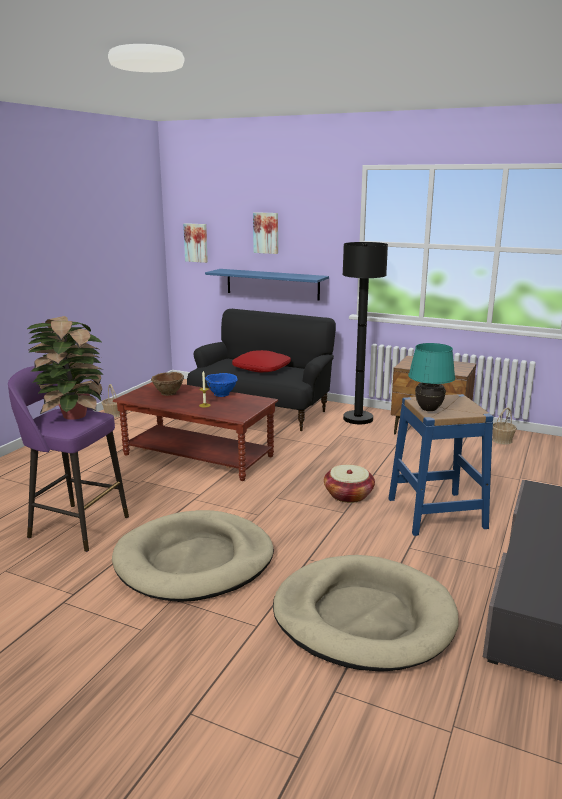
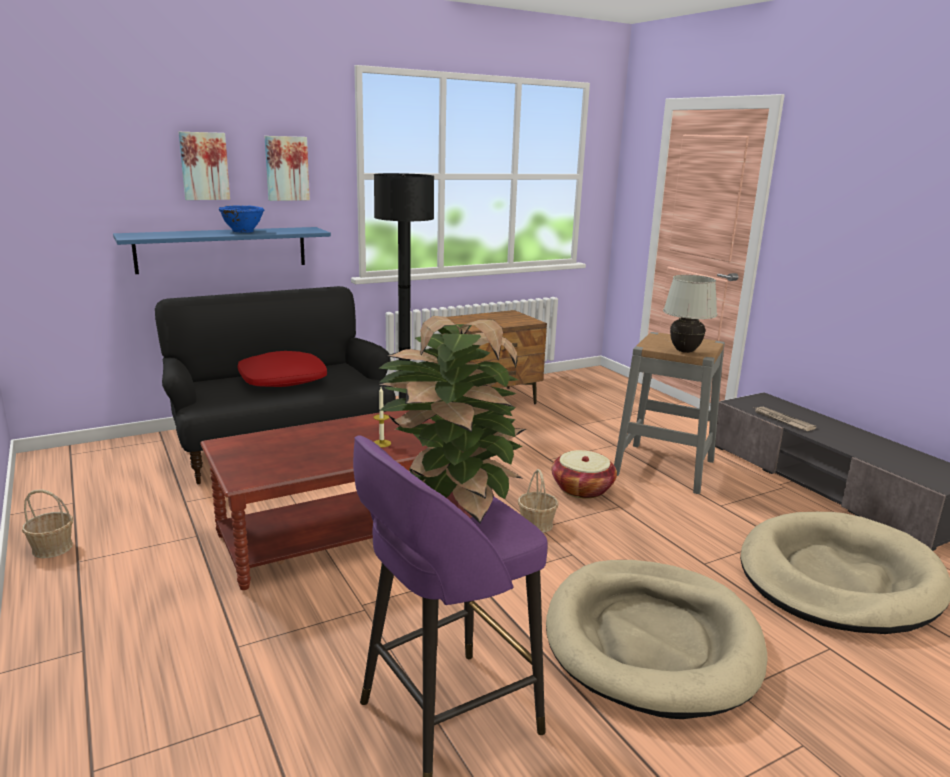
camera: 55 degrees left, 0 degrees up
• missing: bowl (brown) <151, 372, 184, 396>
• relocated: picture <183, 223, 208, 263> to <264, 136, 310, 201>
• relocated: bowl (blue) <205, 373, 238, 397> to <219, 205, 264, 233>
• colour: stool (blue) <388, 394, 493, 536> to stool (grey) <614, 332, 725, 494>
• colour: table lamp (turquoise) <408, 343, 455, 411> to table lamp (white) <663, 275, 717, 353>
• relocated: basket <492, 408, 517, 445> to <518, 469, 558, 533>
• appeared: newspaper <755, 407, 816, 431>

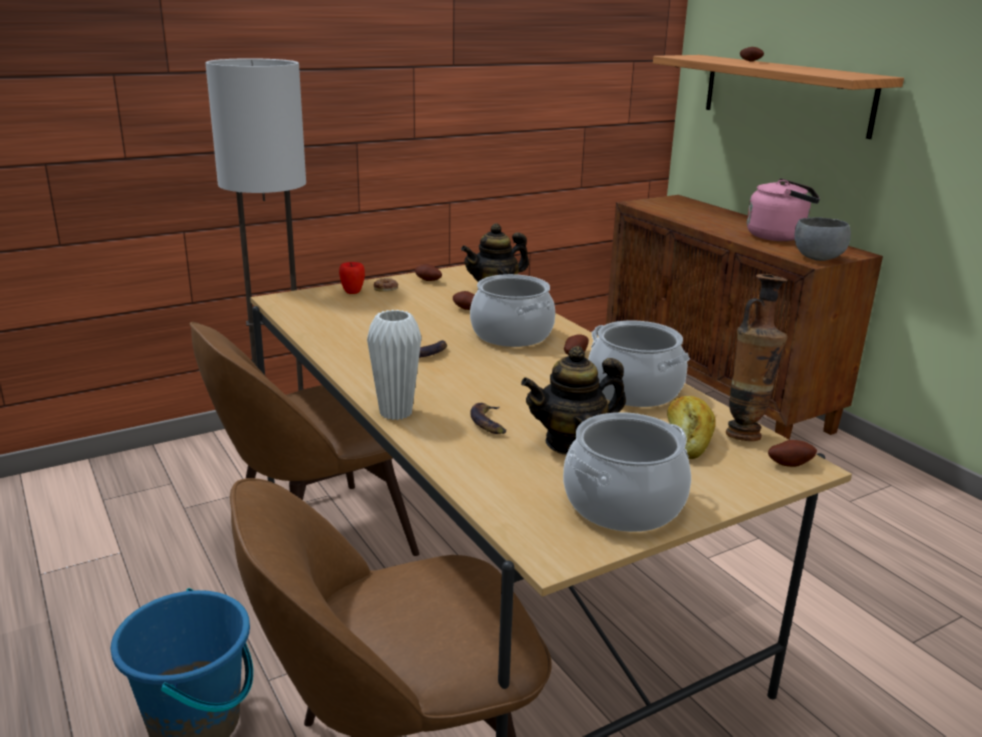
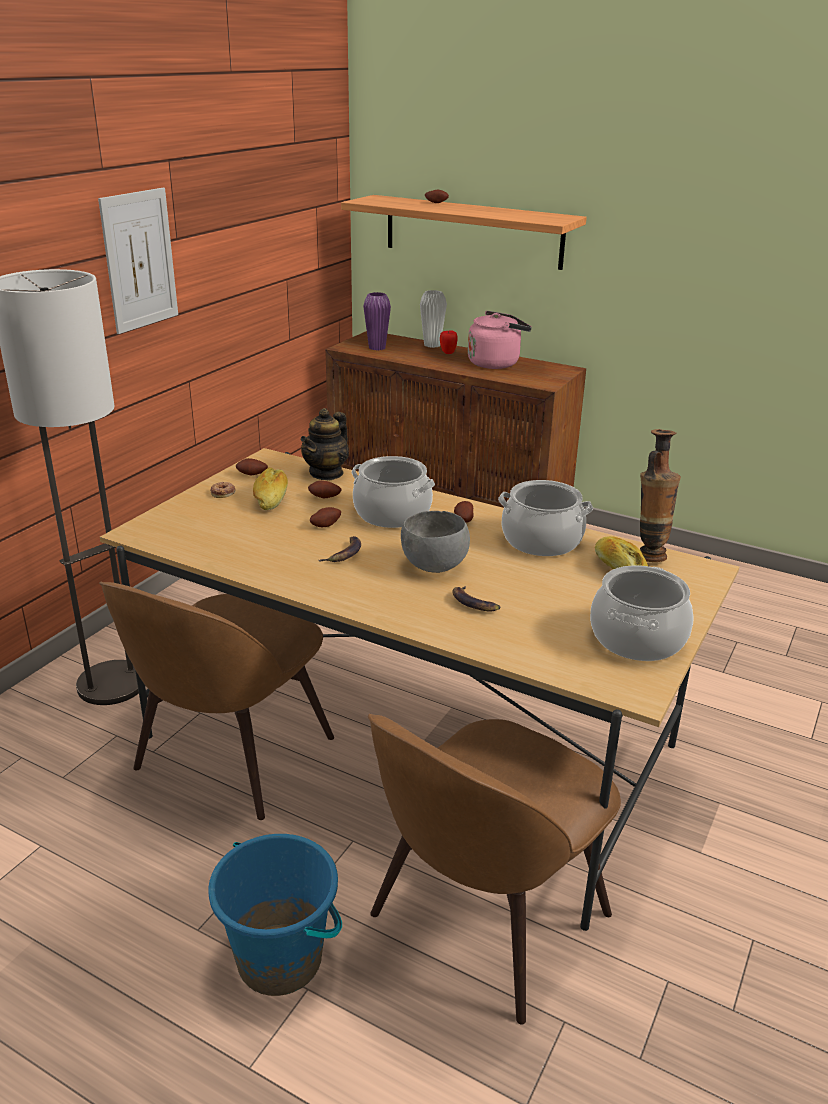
camera: 30 degrees left, 5 degrees up
• relocated: apple <339, 262, 365, 294> to <440, 331, 458, 354>
• relocated: vase (white) <367, 310, 422, 420> to <420, 290, 447, 348>
• missing: teapot <521, 346, 626, 455>
• relocated: potato <768, 440, 817, 467> to <310, 507, 341, 527>
• relocated: bowl (grey) <795, 217, 851, 261> to <401, 511, 470, 573>
• appeared: picture <98, 188, 178, 334>
• appeared: bread <253, 467, 288, 510>
• appeared: vase (purple) <363, 292, 391, 351>

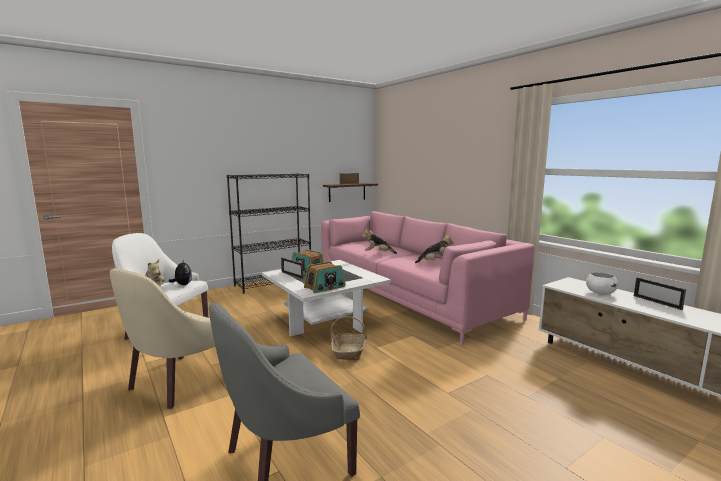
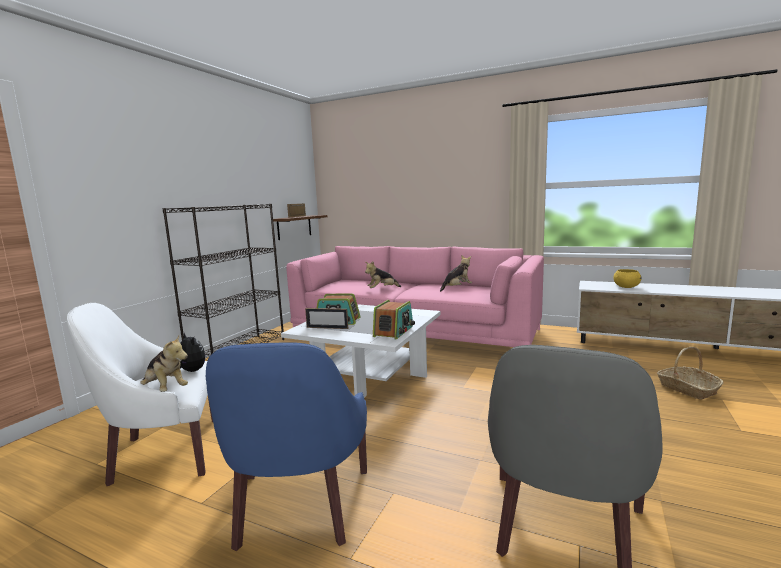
camera: 30 degrees left, 0 degrees up
• colour: armchair (beige) <110, 268, 215, 409> to armchair (blue) <206, 342, 367, 551>
• relocated: basket <331, 316, 367, 360> to <657, 347, 724, 399>
• colour: bowl (white) <586, 272, 618, 295> to bowl (yellow) <613, 269, 642, 288>
• missing: picture frame <634, 277, 686, 310>

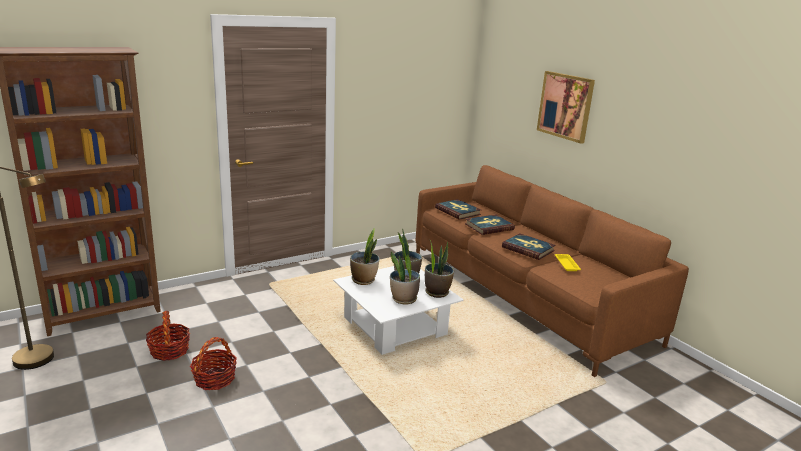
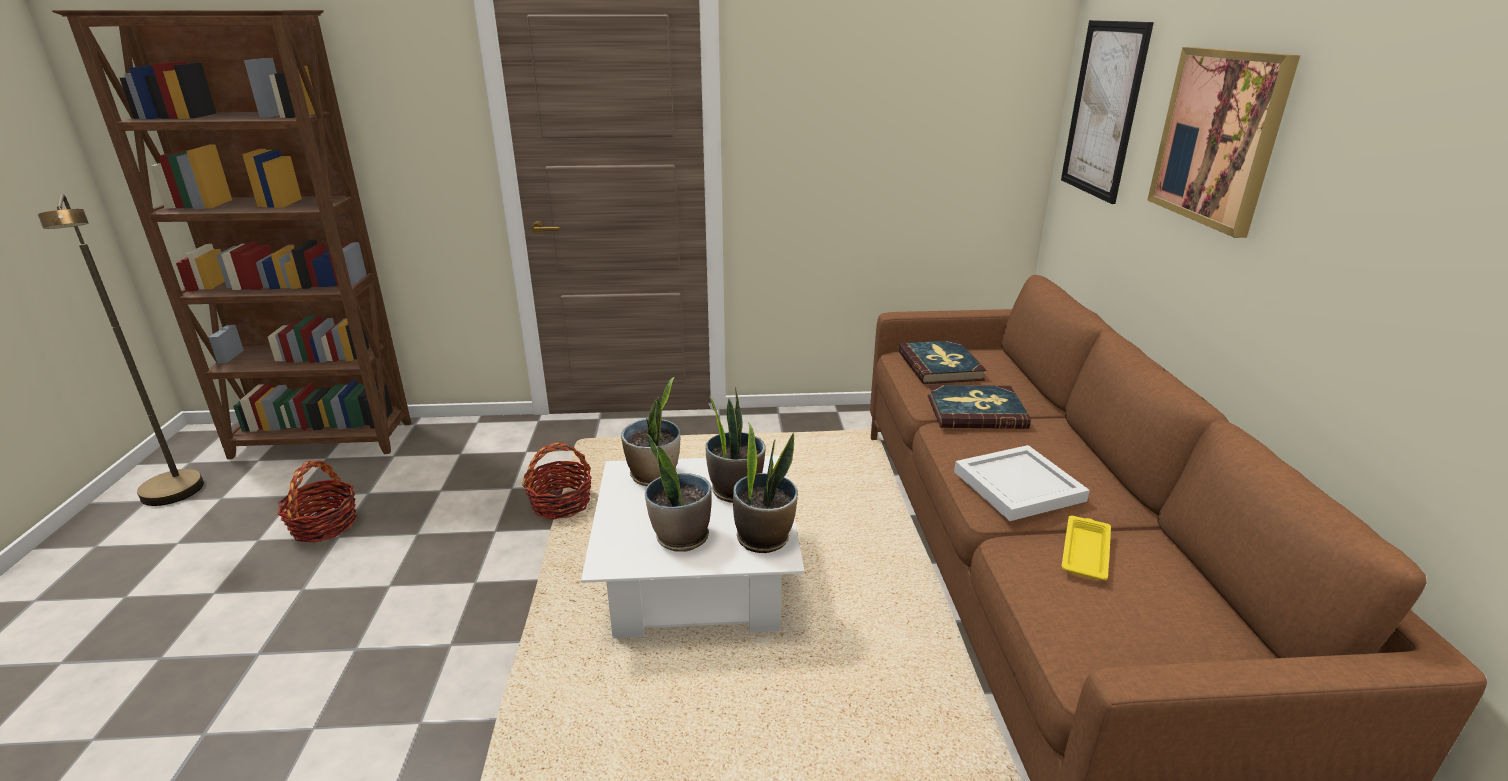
camera: 30 degrees right, 5 degrees up
• relocated: basket <190, 337, 237, 390> to <522, 442, 592, 520>
• exchanged: book <502, 233, 556, 260> to tray (white) <954, 445, 1090, 521>
• appeared: picture <1061, 20, 1154, 204>

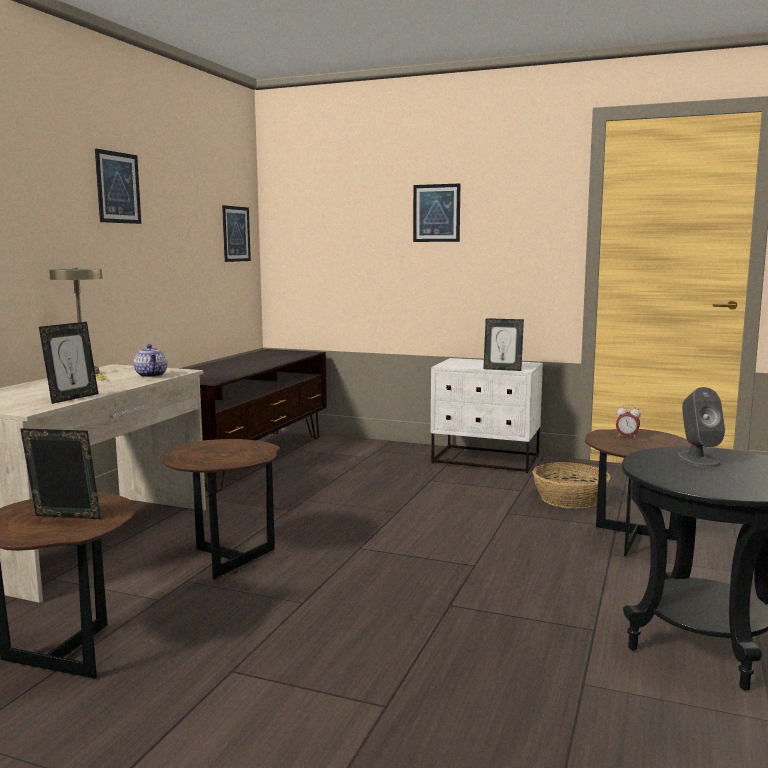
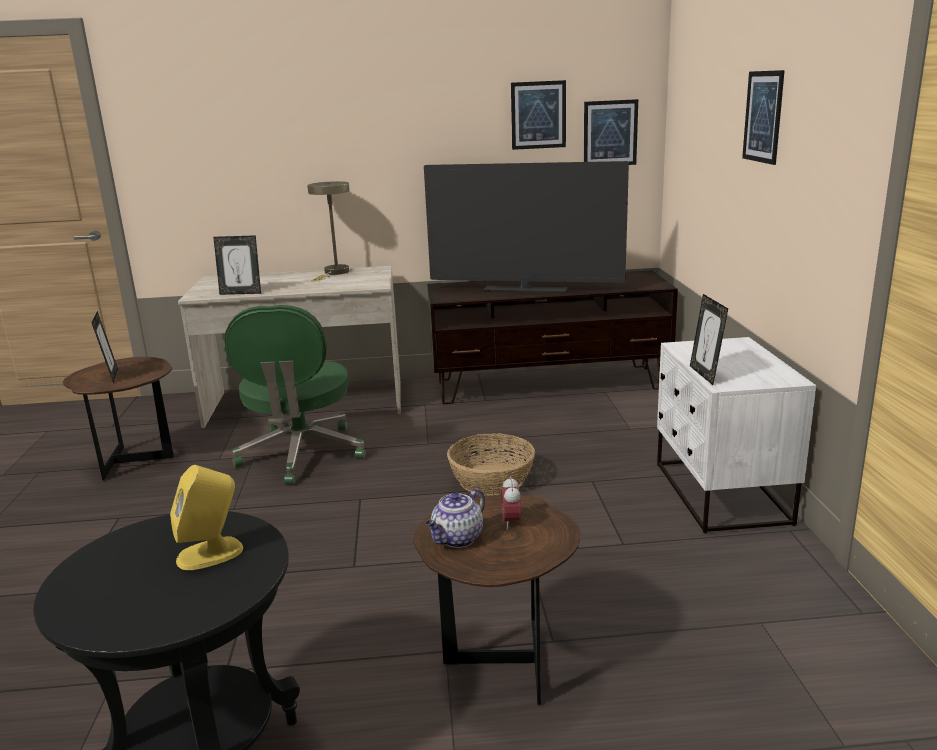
camera: 65 degrees right, 10 degrees up
• relocated: picture <95, 149, 141, 224> to <511, 80, 566, 150>
• relocated: teapot <134, 344, 167, 377> to <426, 489, 485, 548>
• exchanged: side table (brown) <161, 439, 280, 580> to office chair (green) <224, 305, 366, 485>
• relocated: basket <533, 462, 610, 509> to <447, 433, 535, 496>
• colour: speaker (grey) <677, 387, 725, 468> to speaker (yellow) <170, 465, 243, 570>
• appeared: television <424, 161, 629, 292>

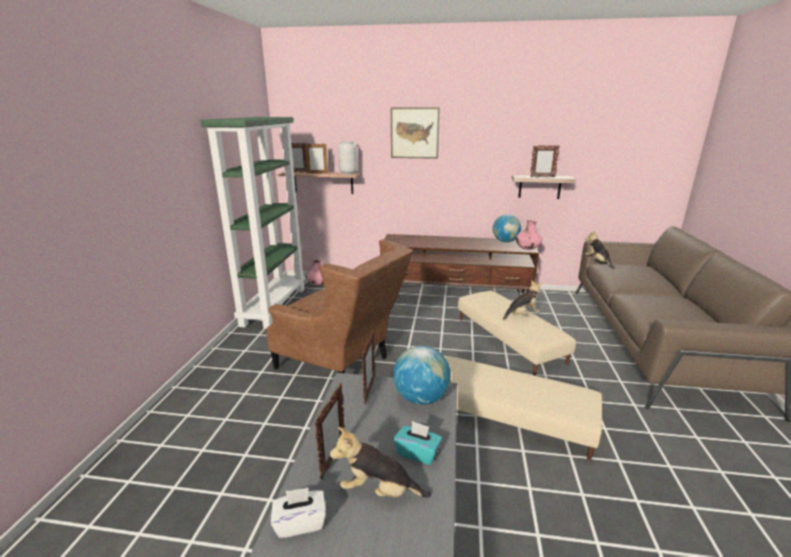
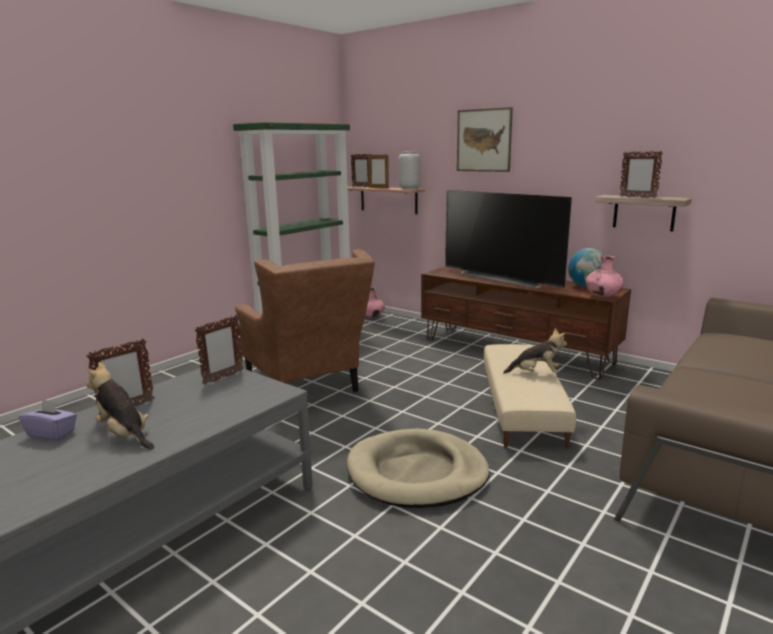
camera: 30 degrees right, 5 degrees down
• colour: tissue box (white) <271, 487, 326, 538> to tissue box (purple) <19, 399, 77, 441>
• missing: globe <393, 346, 451, 405>
• missing: tissue box (turquoise) <394, 421, 442, 465>
• exchanged: ottoman (beige) <444, 356, 602, 460> to dog bed (beige) <347, 429, 489, 508>
• missing: plush toy <585, 231, 615, 269>
• appeared: television <445, 190, 572, 288>

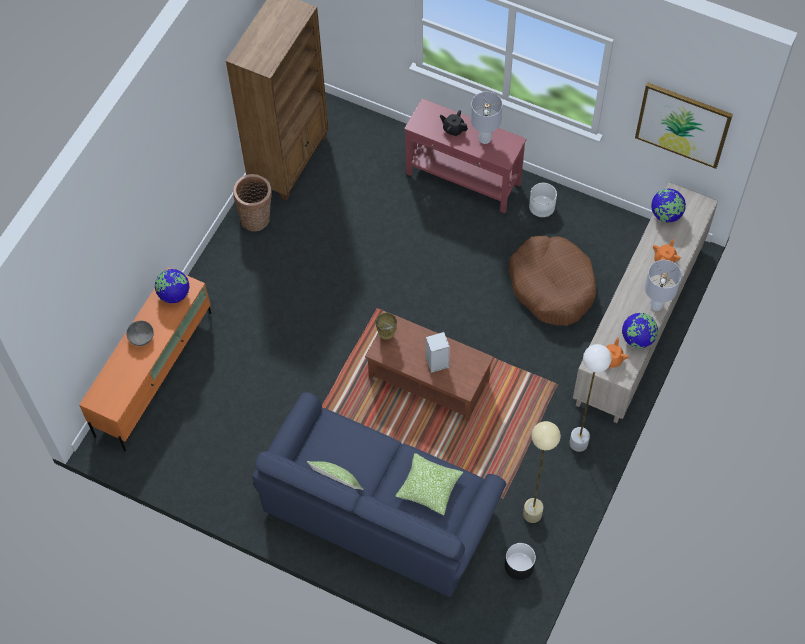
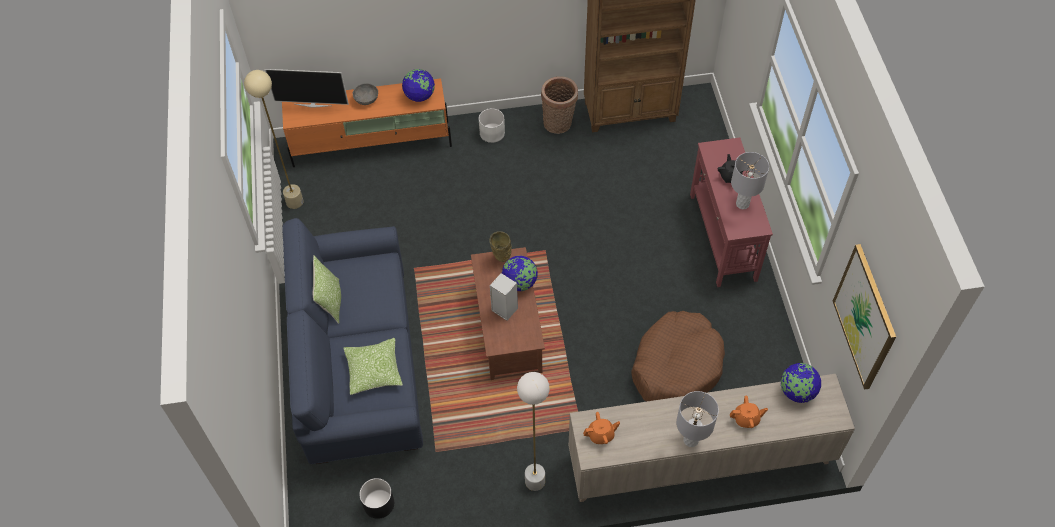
camera: 55 degrees right, 5 degrees down
• relocated: floor lamp (beige) <523, 421, 561, 523> to <244, 70, 304, 209>
• relocated: planter (white) <529, 183, 557, 217> to <479, 108, 505, 143>
• relocated: globe <622, 313, 658, 348> to <502, 256, 538, 291>
• appeared: television <265, 69, 349, 108>

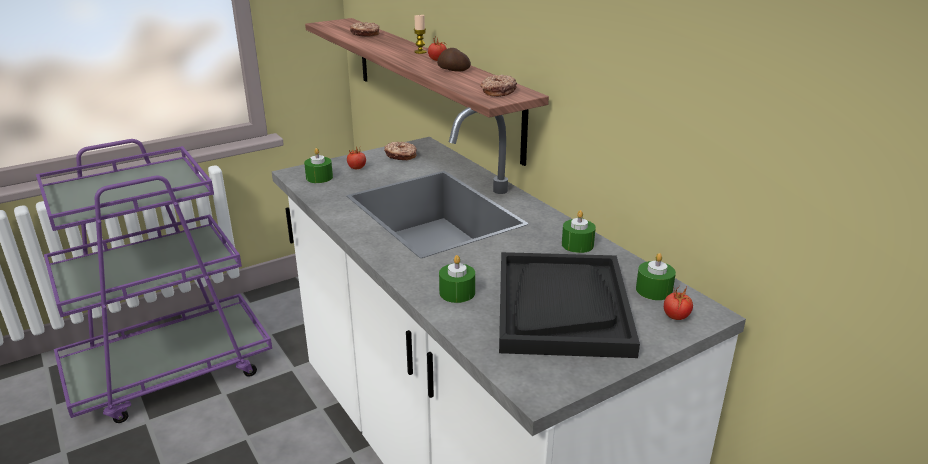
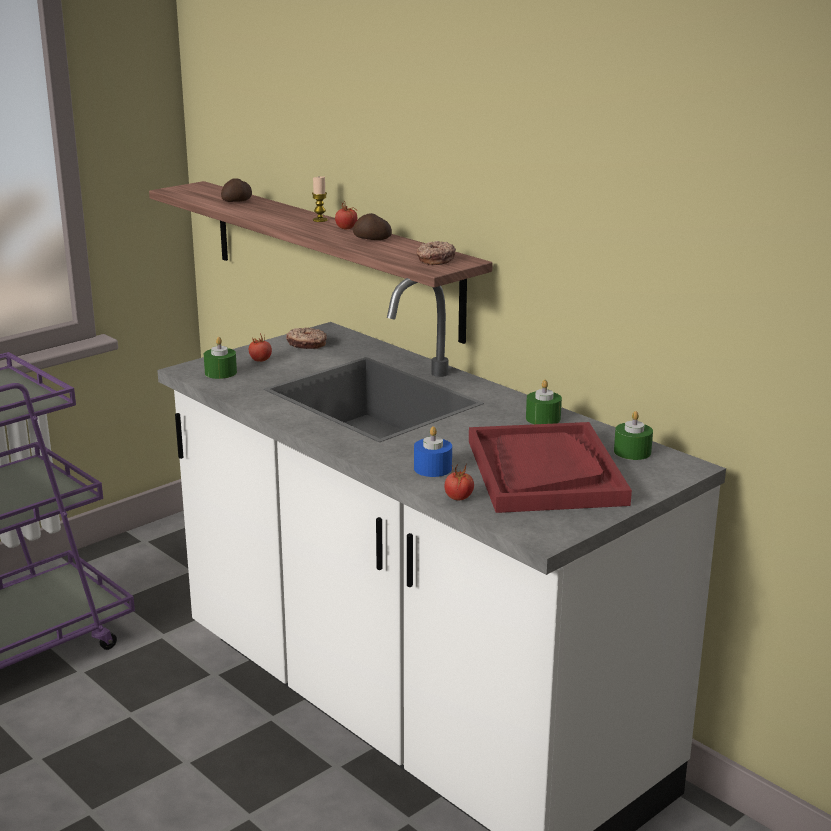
camera: 10 degrees left, 5 degrees down
• exchanged: donut <350, 22, 380, 37> to potato <221, 178, 252, 202>
• colour: candle (green) <439, 255, 475, 303> to candle (blue) <414, 426, 452, 477>
• colour: tray (black) <499, 252, 640, 358> to tray (red) <469, 422, 632, 513>
• relocated: tomato <664, 286, 693, 320> to <444, 464, 474, 500>

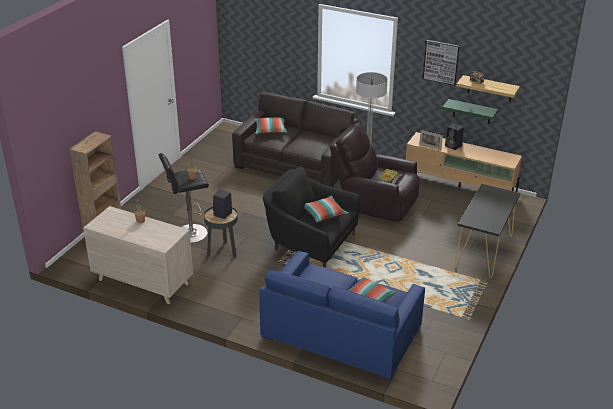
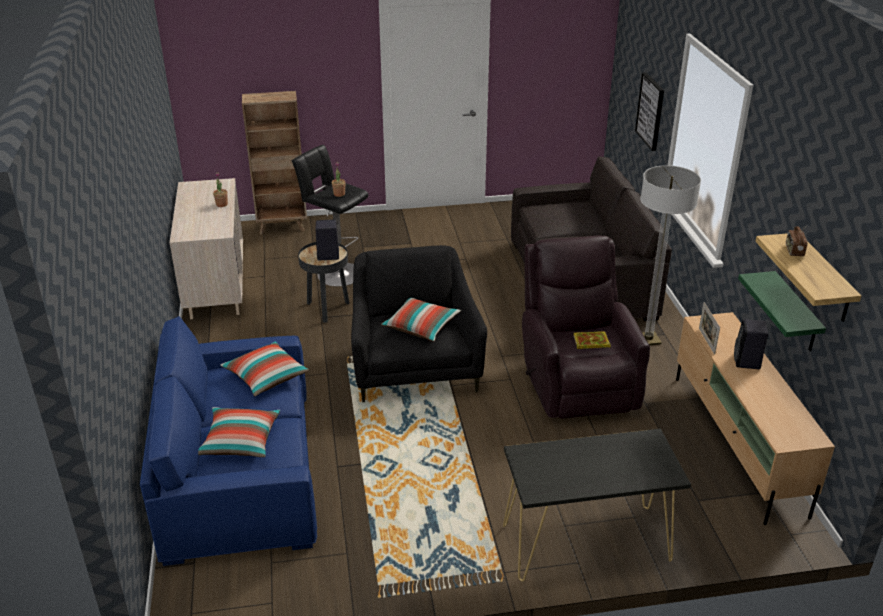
camera: 55 degrees right, 0 degrees up
• relocated: pillow <255, 117, 287, 134> to <220, 341, 309, 396>
• relocated: picture <423, 40, 460, 85> to <635, 72, 664, 151>

